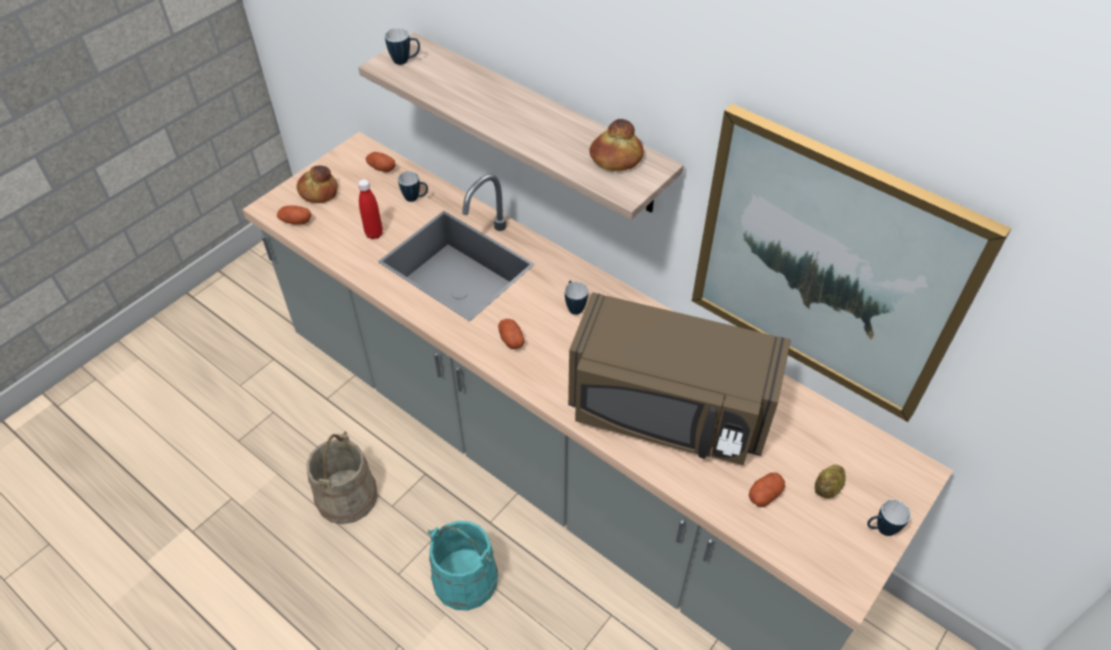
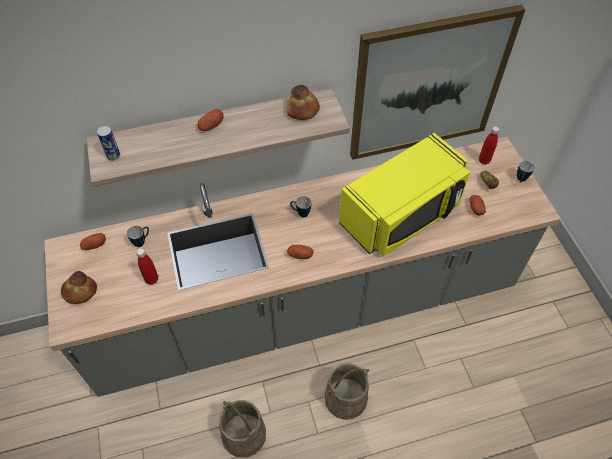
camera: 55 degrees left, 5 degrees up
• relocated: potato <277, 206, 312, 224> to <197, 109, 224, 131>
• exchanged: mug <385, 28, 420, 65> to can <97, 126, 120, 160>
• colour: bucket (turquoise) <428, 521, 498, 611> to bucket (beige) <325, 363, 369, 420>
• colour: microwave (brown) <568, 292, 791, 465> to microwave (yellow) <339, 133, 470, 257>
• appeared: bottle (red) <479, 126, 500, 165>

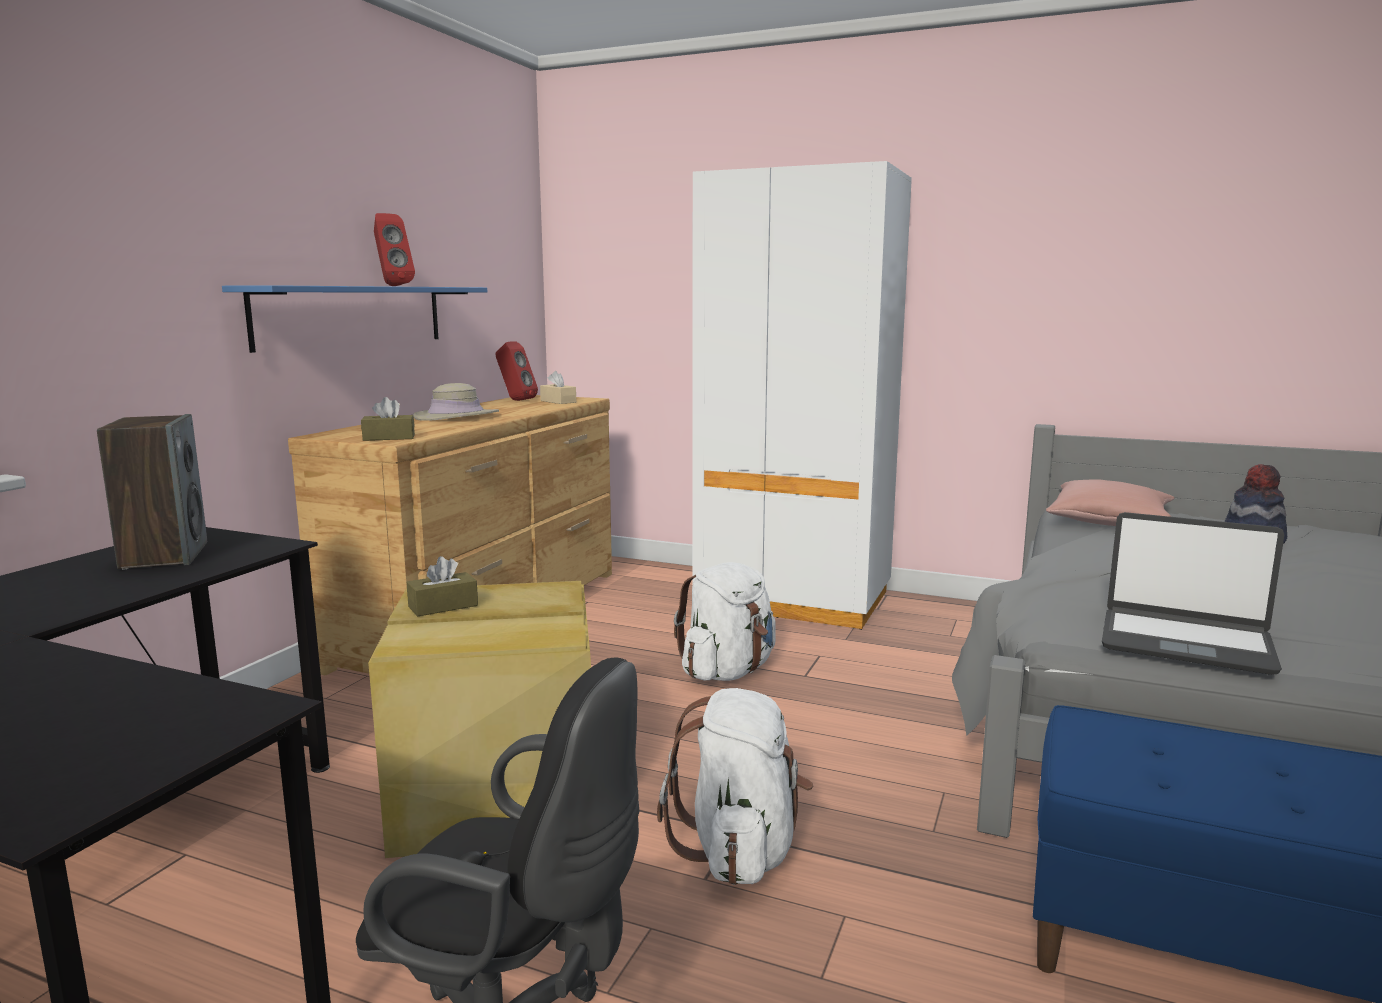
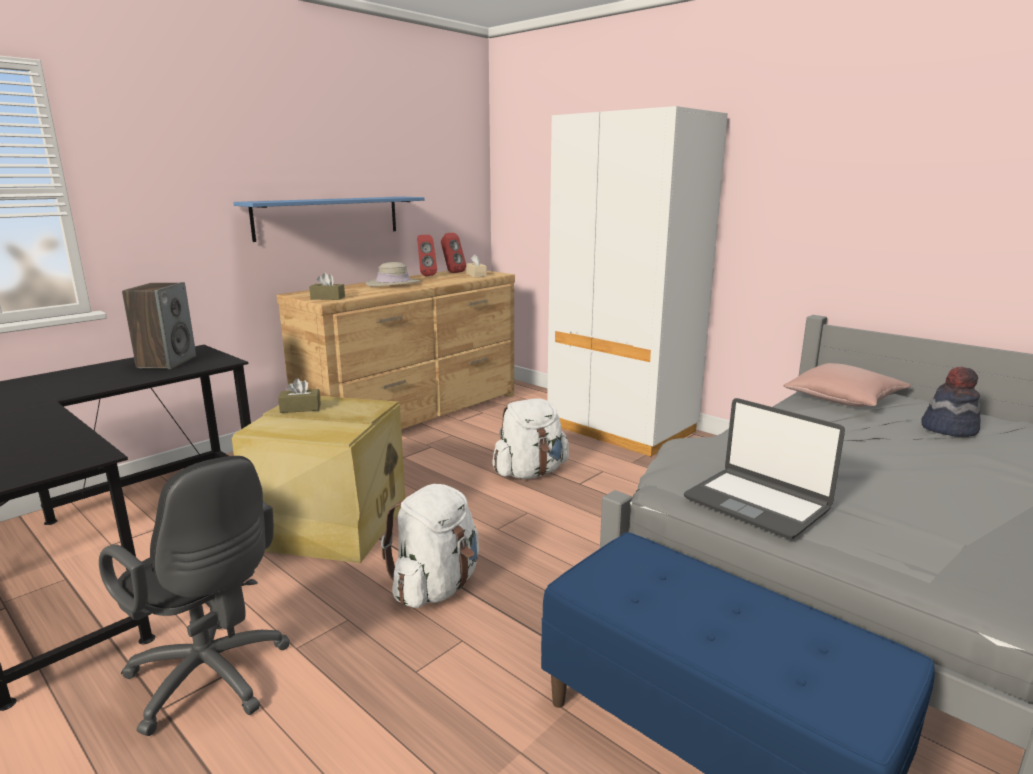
camera: 20 degrees right, 5 degrees up
• relocated: speaker (red) <374, 213, 415, 286> to <417, 235, 437, 276>

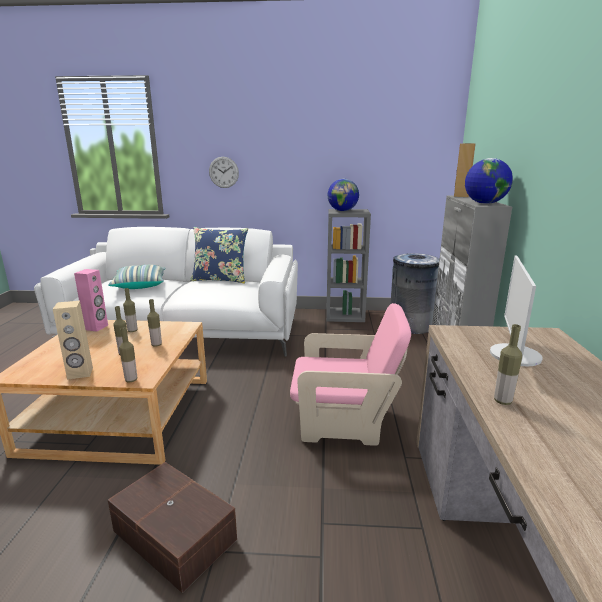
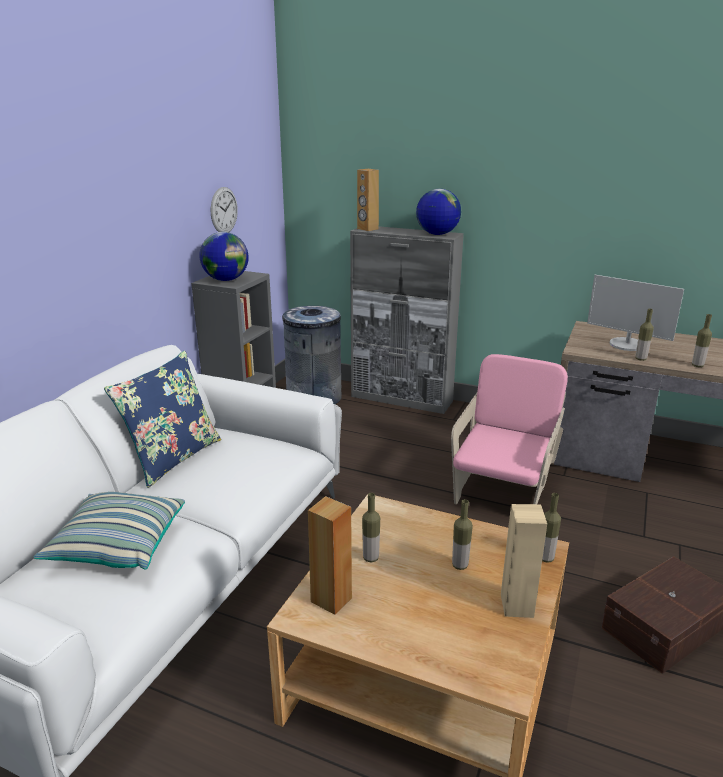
camera: 70 degrees left, 5 degrees up
• colour: speaker (pink) <74, 269, 108, 332> to speaker (brown) <308, 496, 352, 615>
• relocated: bottle <147, 299, 162, 347> to <635, 309, 654, 361>
• relocated: wall clock <209, 157, 239, 188> to <211, 187, 238, 233>

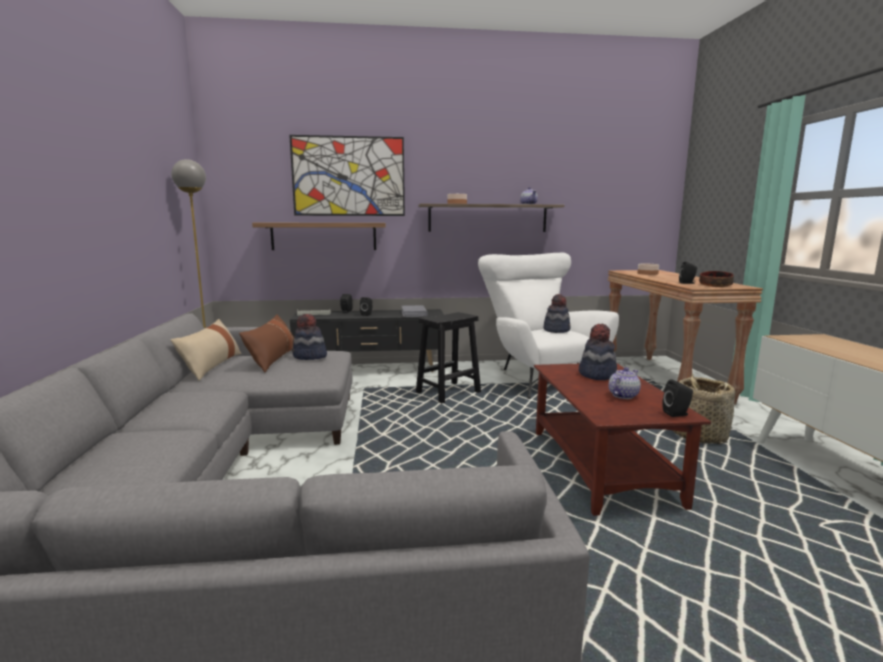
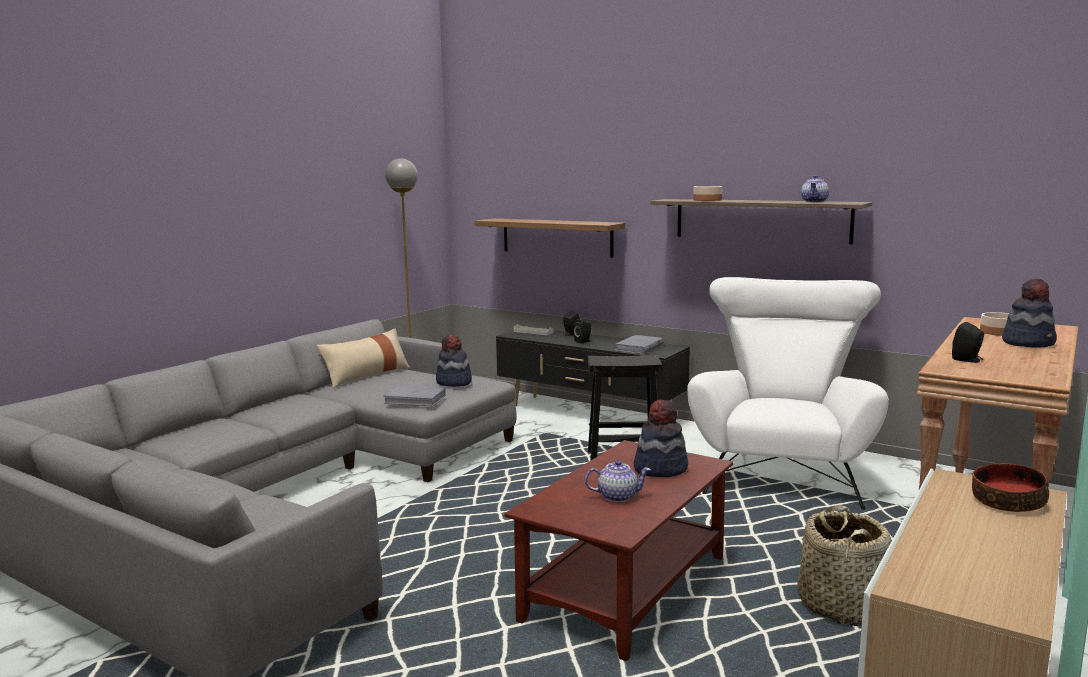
camera: 40 degrees right, 0 degrees up
• missing: pillow (brown) <239, 314, 294, 372>
• missing: picture <289, 135, 405, 216>
• relocated: hat <544, 294, 571, 333> to <1002, 278, 1057, 348>
• missing: speaker (black) <662, 379, 693, 417>
• relocated: bowl <699, 271, 734, 287> to <972, 463, 1049, 512>
• appeared: book (grey) <383, 386, 446, 406>

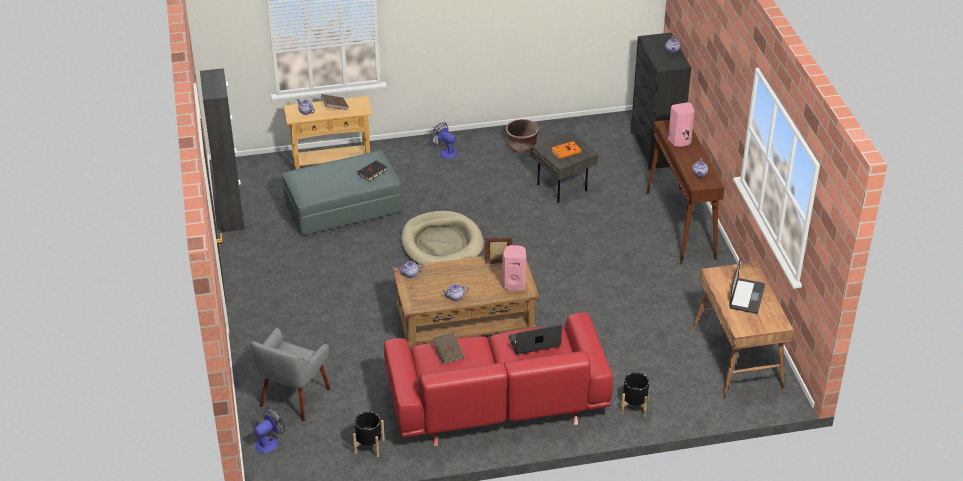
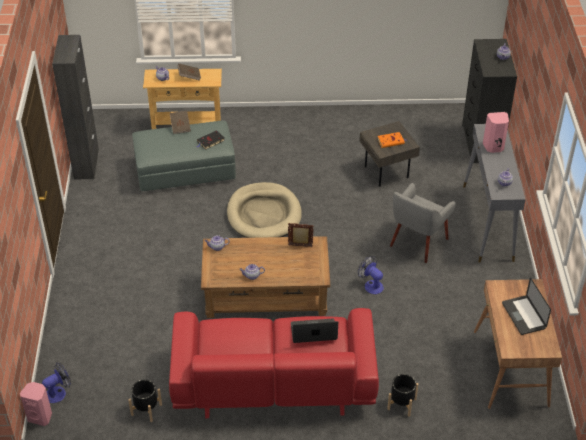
camera: 10 degrees right, 5 degrees up
• relocated: armchair (grey) <251, 328, 330, 421> to <390, 183, 456, 263>
• relocated: fan <432, 122, 458, 159> to <358, 256, 384, 294>
• relocated: book (brown) <433, 332, 464, 364> to <170, 111, 191, 134>
• relocated: speaker (pink) <502, 245, 526, 291> to <20, 382, 52, 426>
• missing: planter (brown) <505, 119, 539, 153>
• colour: console table (brown) <647, 120, 725, 264> to console table (grey) <463, 124, 526, 263>
• spun: laptop <729, 257, 765, 314> = <502, 278, 551, 335> 135 degrees clockwise

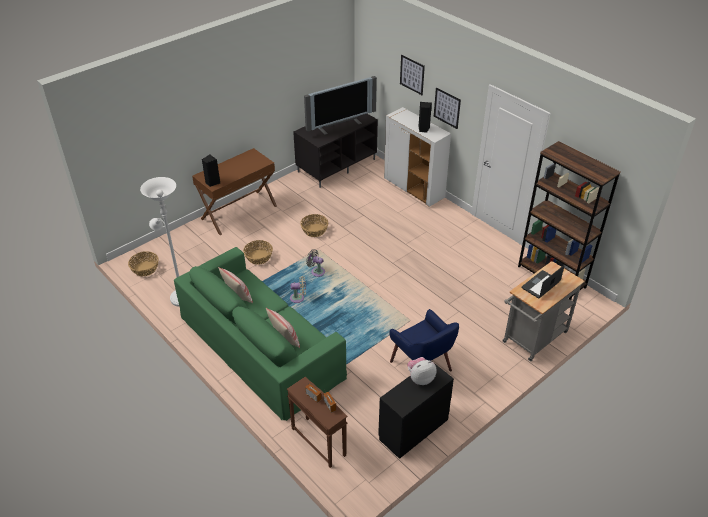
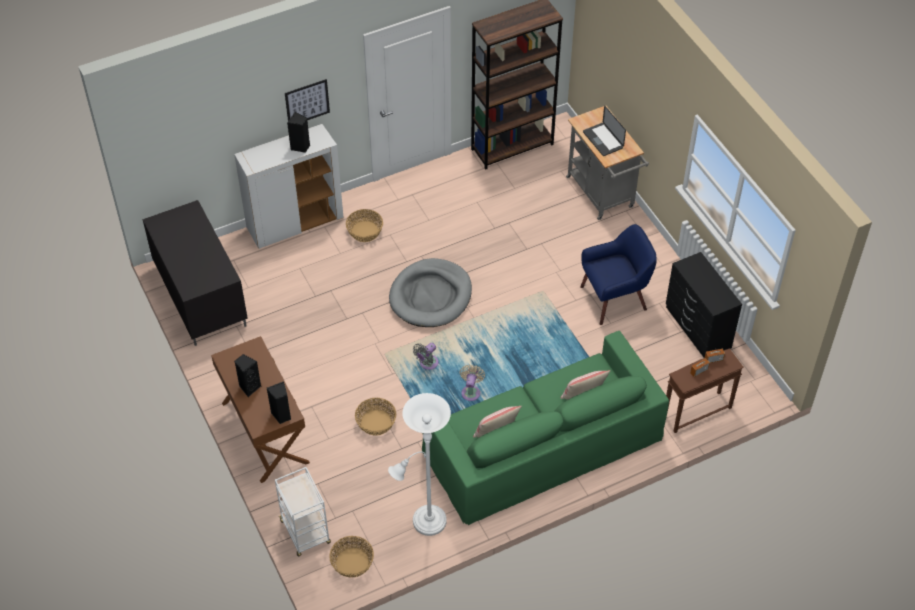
camera: 75 degrees left, 10 degrees up
• relocated: basket <300, 214, 328, 237> to <346, 209, 383, 242>
• missing: television <304, 76, 377, 135>
• missing: picture <400, 55, 425, 95>
• missing: plush toy <407, 357, 437, 385>
• appeared: speaker (black) <234, 354, 261, 397>
• appeared: cart (white) <275, 467, 331, 557>
• appeared: dog bed (grey) <389, 258, 472, 327>

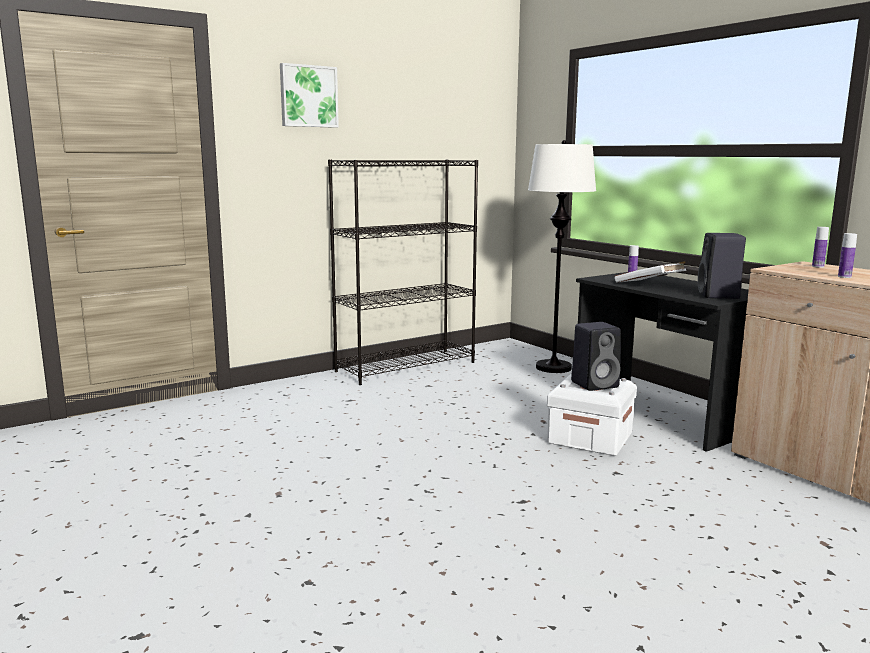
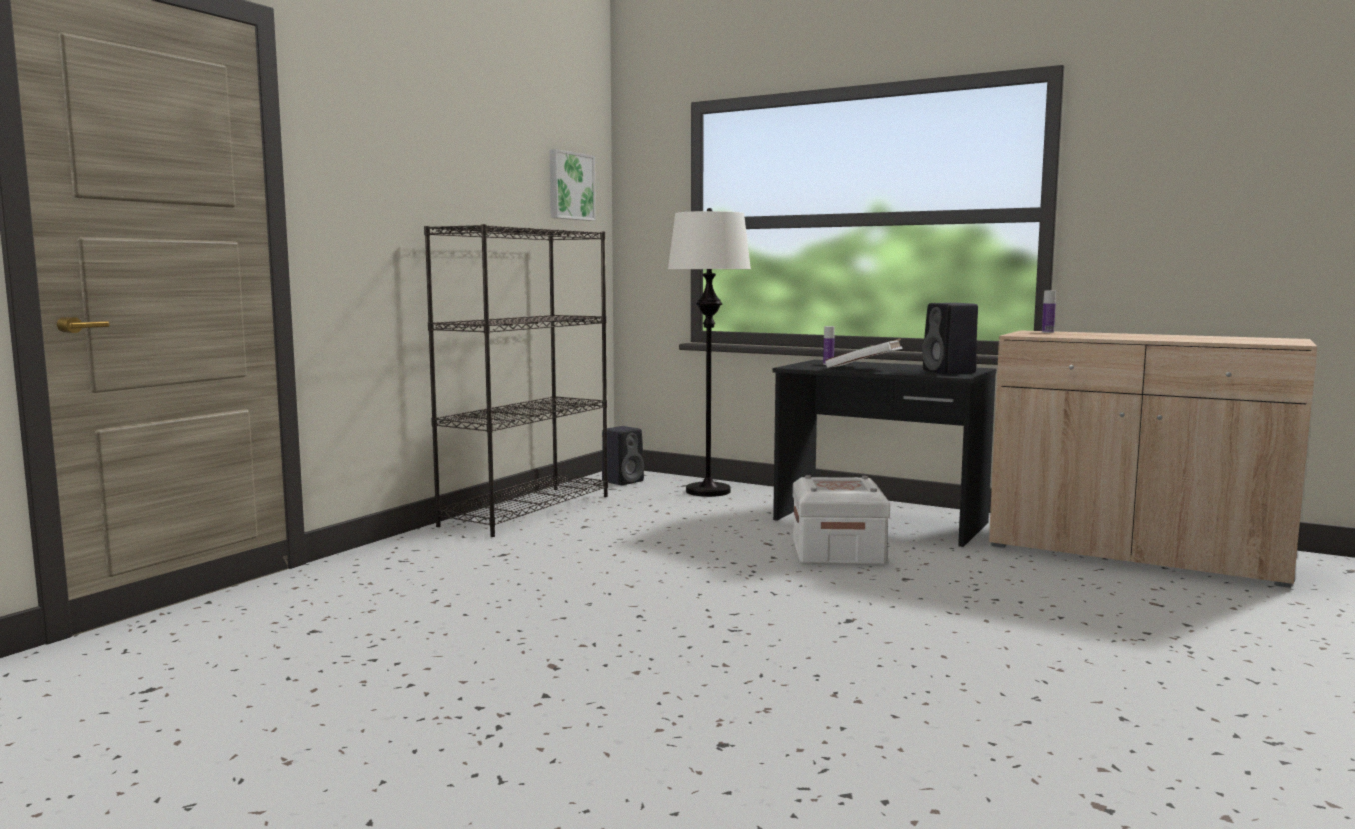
camera: 25 degrees left, 5 degrees down
• relocated: picture <280, 63, 339, 128> to <549, 149, 596, 221>
• relocated: speaker (black) <571, 322, 621, 391> to <602, 426, 644, 485>
• missing: bottle <838, 233, 857, 278>

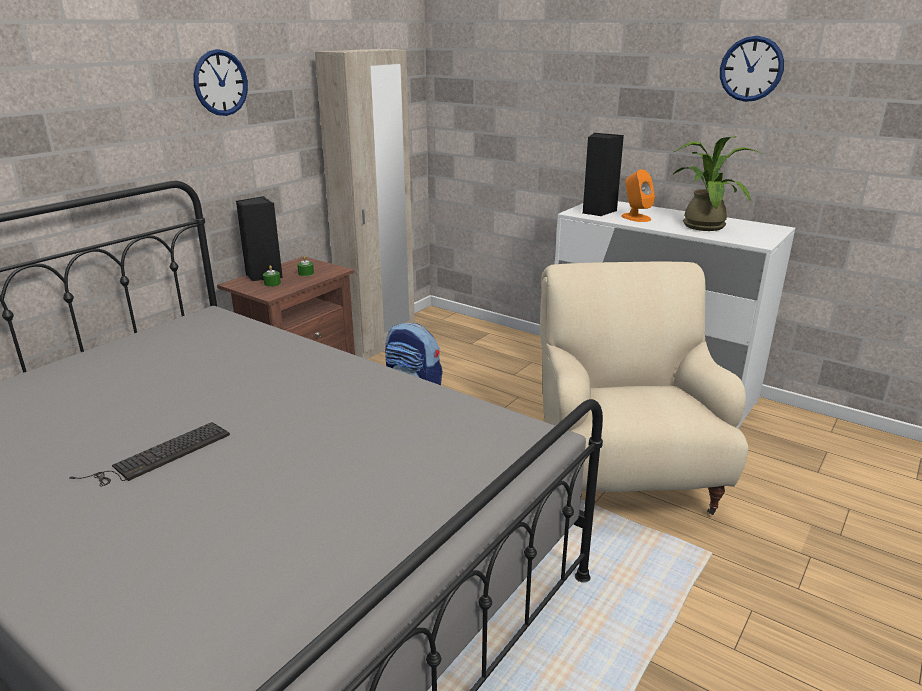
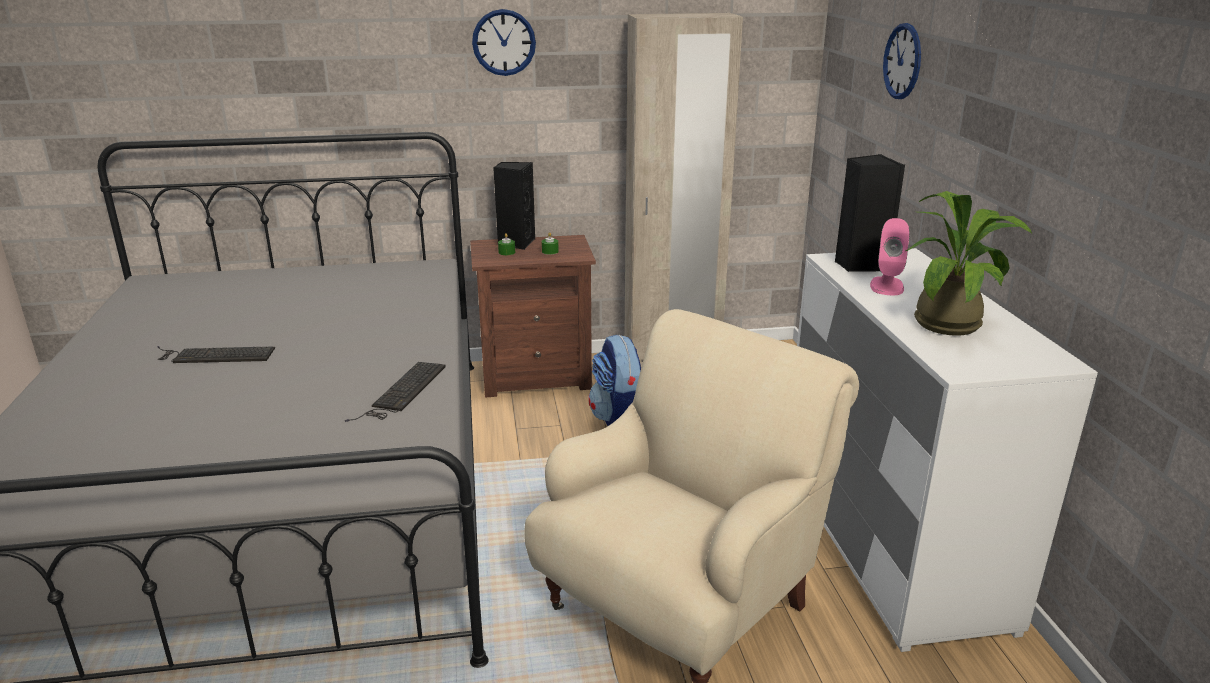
camera: 45 degrees right, 0 degrees up
• colour: speaker (orange) <621, 169, 655, 222> to speaker (pink) <870, 218, 910, 295>
• relocated: wall clock <720, 36, 784, 102> to <883, 23, 921, 99>
• appeared: keyboard <345, 362, 446, 422>

